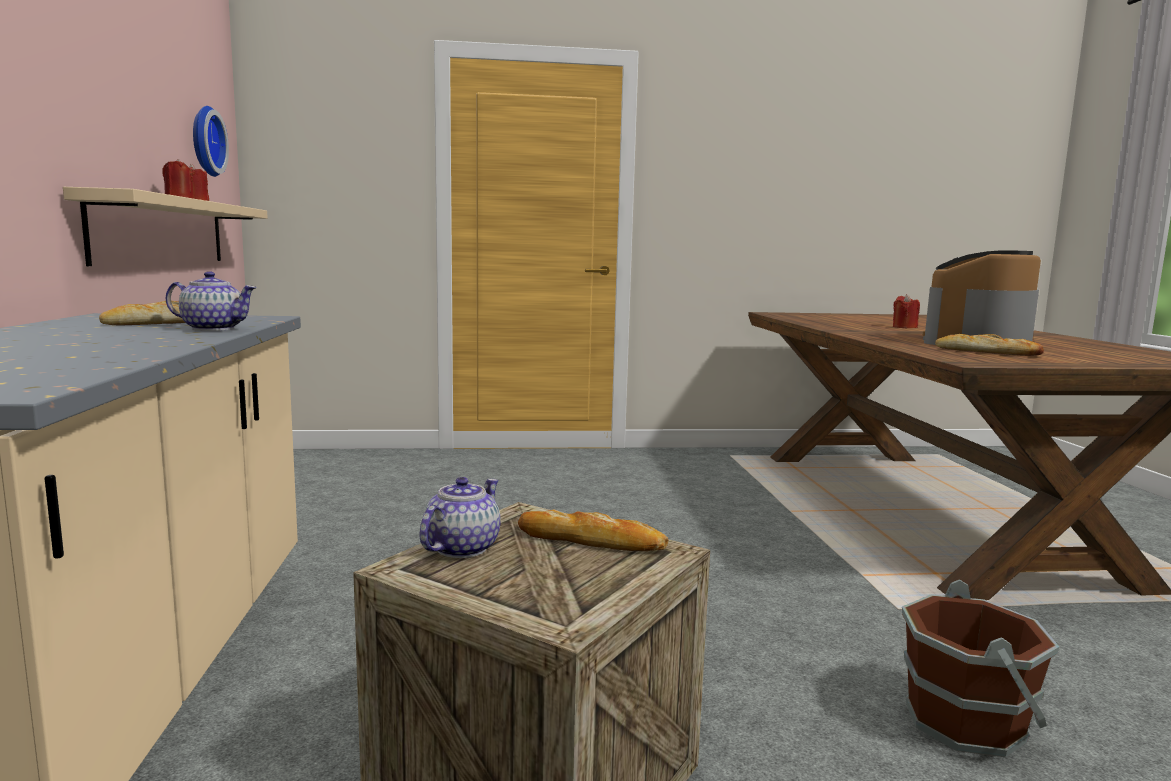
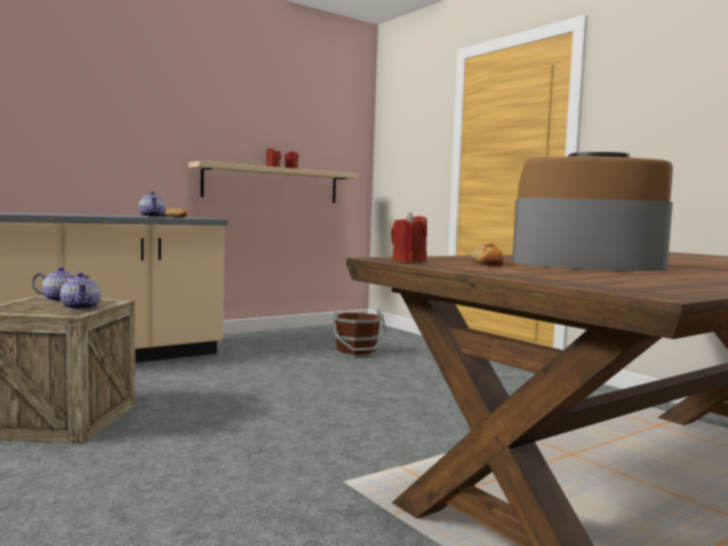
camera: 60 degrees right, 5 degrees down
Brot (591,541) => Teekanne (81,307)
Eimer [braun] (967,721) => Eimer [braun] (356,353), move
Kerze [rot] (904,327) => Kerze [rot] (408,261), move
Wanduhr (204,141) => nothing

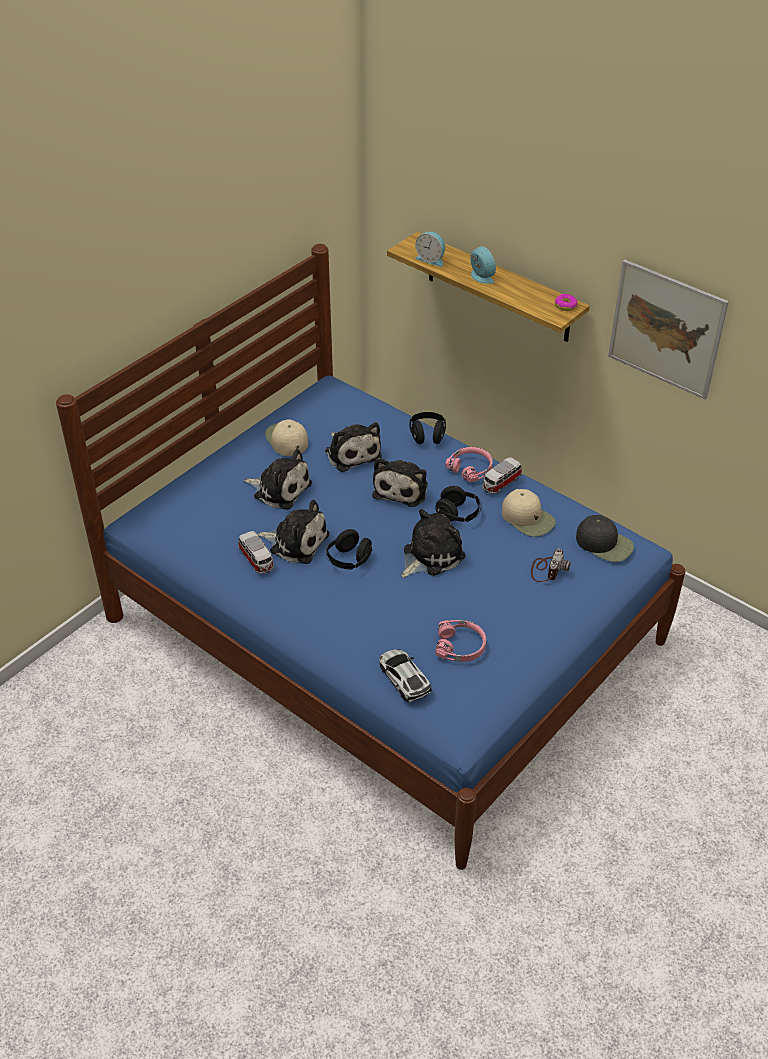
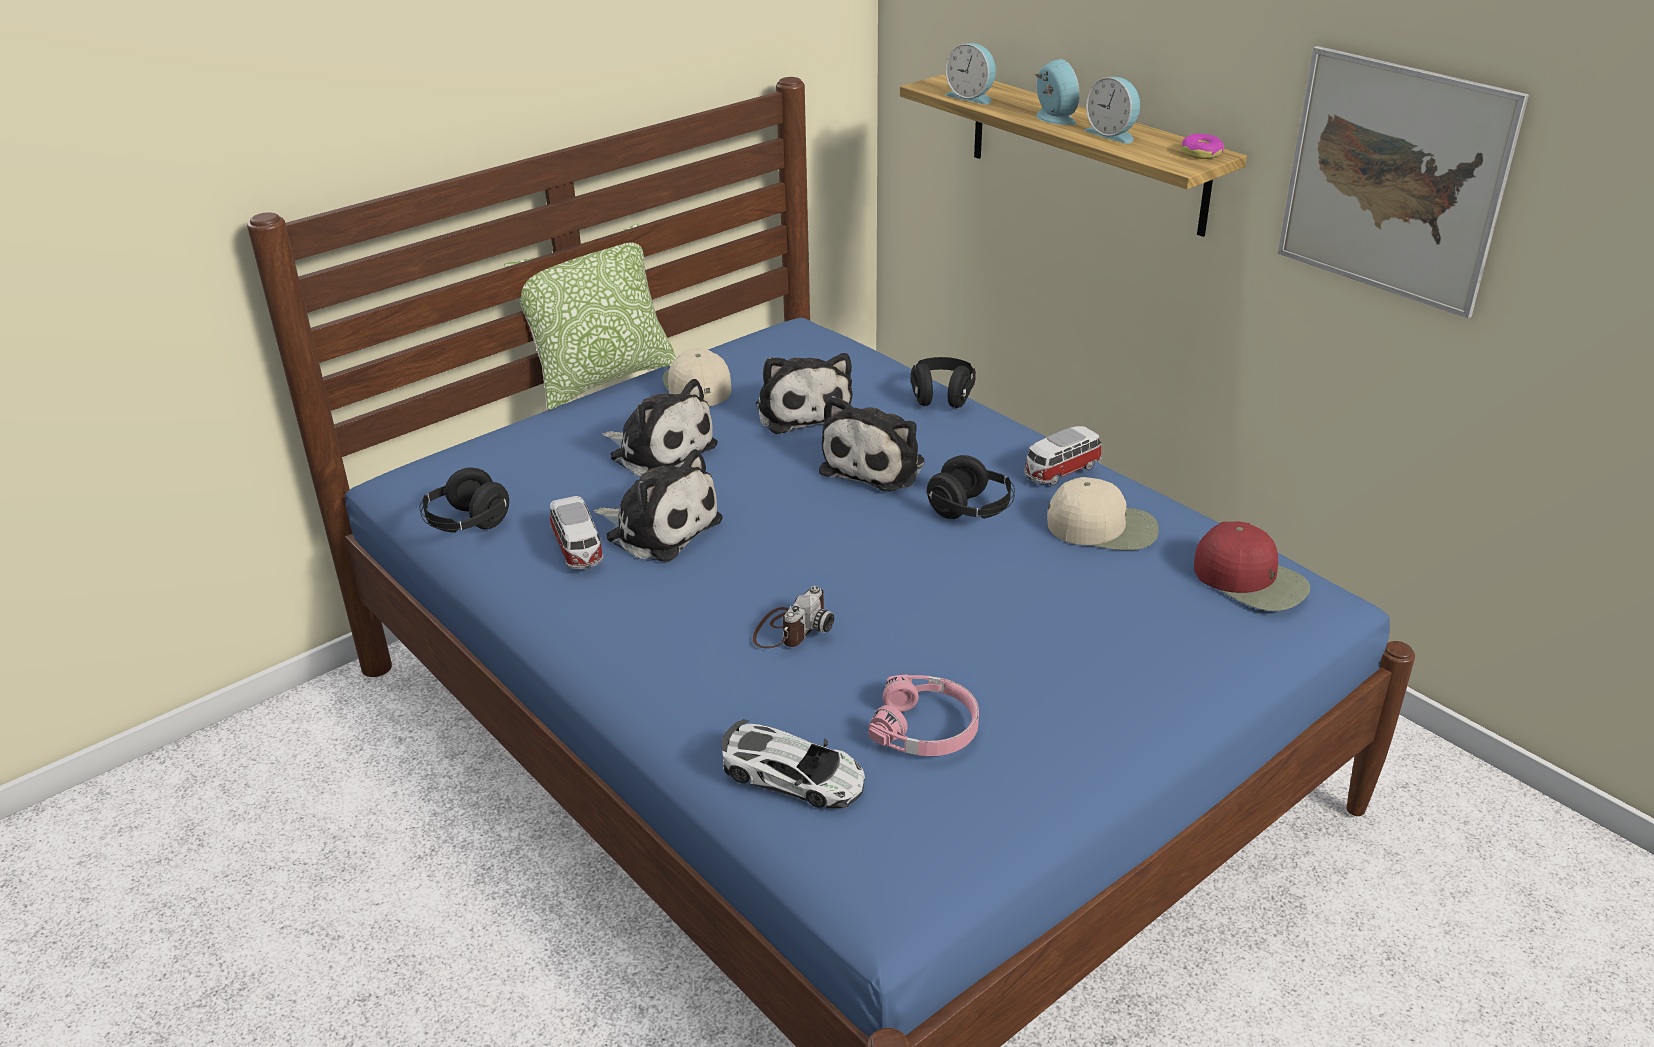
camera: 10 degrees right, 10 degrees down
Kopfhörer [schwarz] (349,560) => Kopfhörer [schwarz] (466,524), move
nothing => Kissen (602,379)
Spielzeugauto (404,678) => Spielzeugauto (794,776), 135 degrees clockwise
Kamera (547,569) => Kamera (791,629), move
Kappe [beige] (528,518) => Kappe [beige] (1103,527), 45 degrees counterclockwise
nothing => Wecker (1113,134)
Kappe [schwarz] (604,543) => Kappe [rot] (1251,580)
Plüschtier (430,555) => nothing
Kopfhörer [rosa] (471,468) => nothing

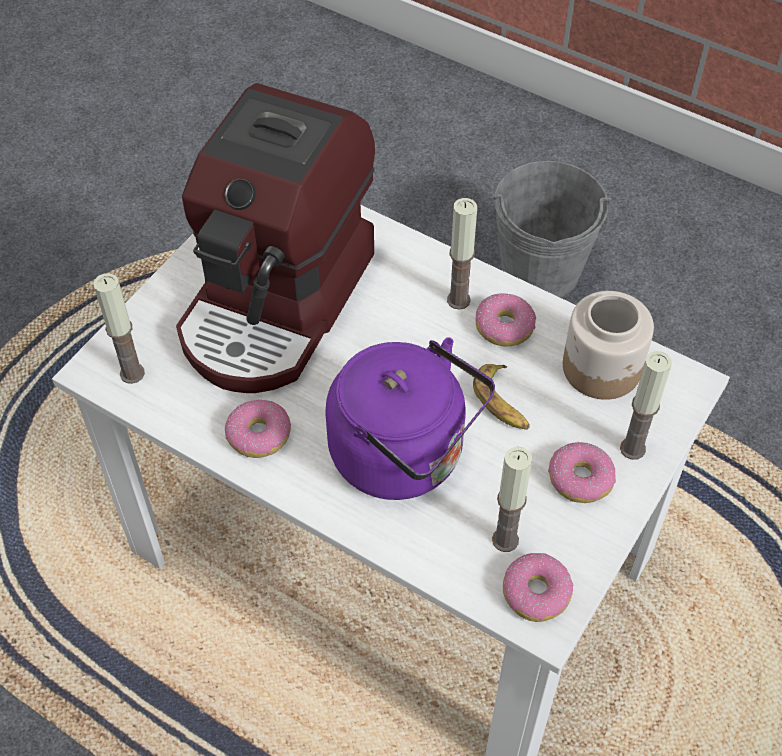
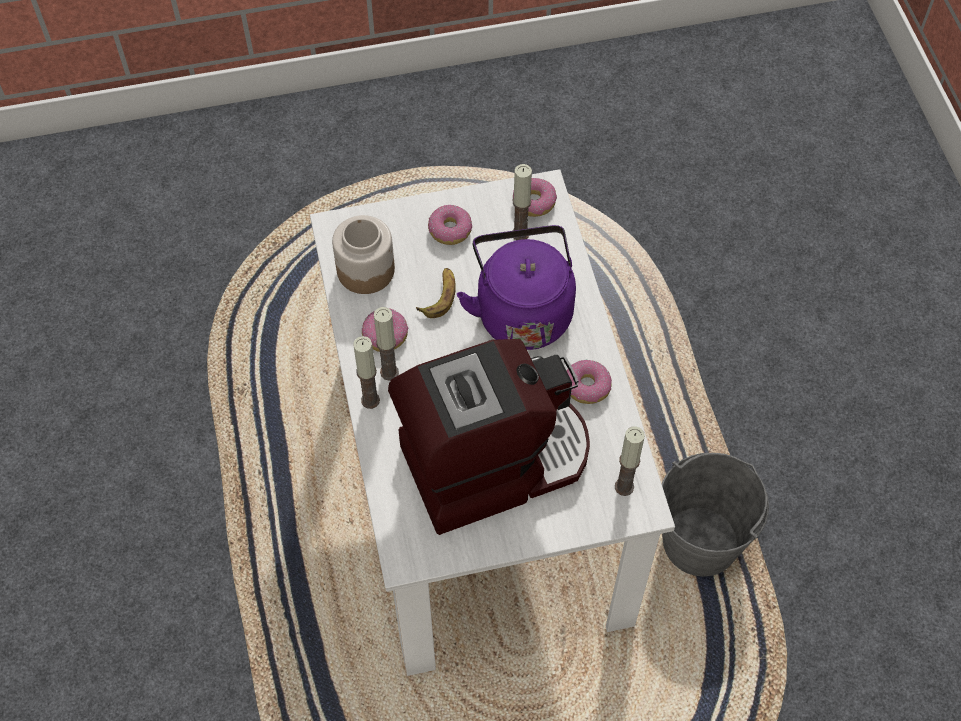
camera: 135 degrees left, 5 degrees up
Kerze (632,448) => Kerze (370,400), move
Eimer [grau] (540,270) => Eimer [grau] (700,541), move

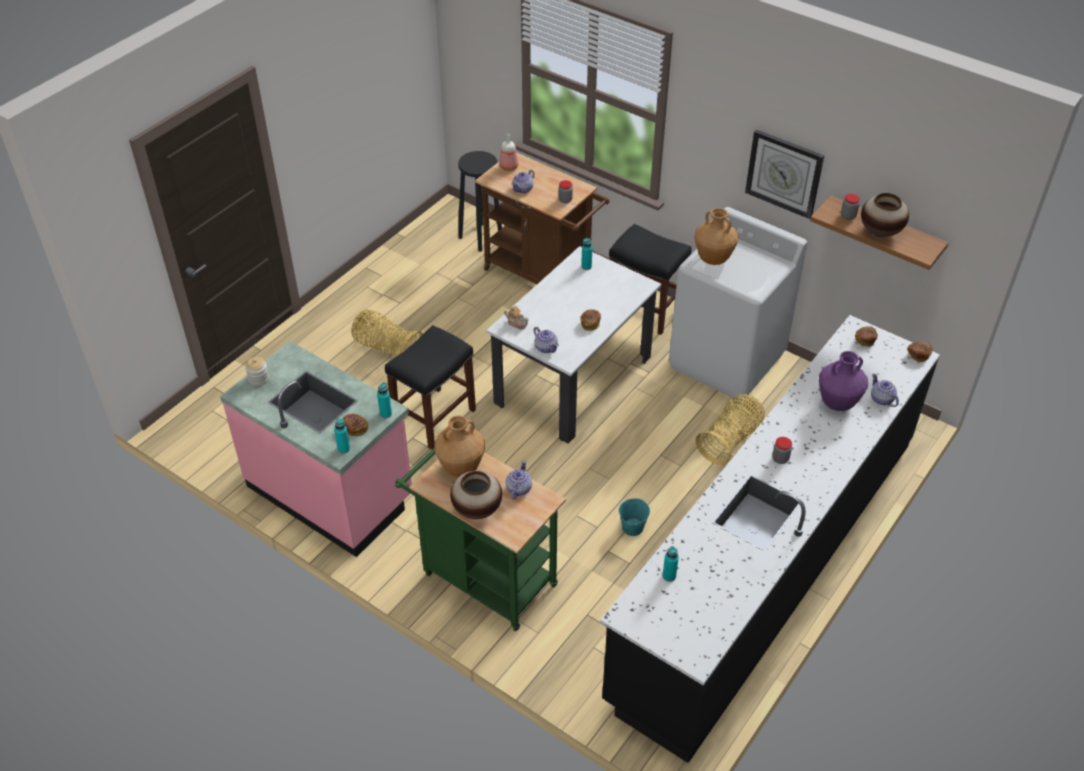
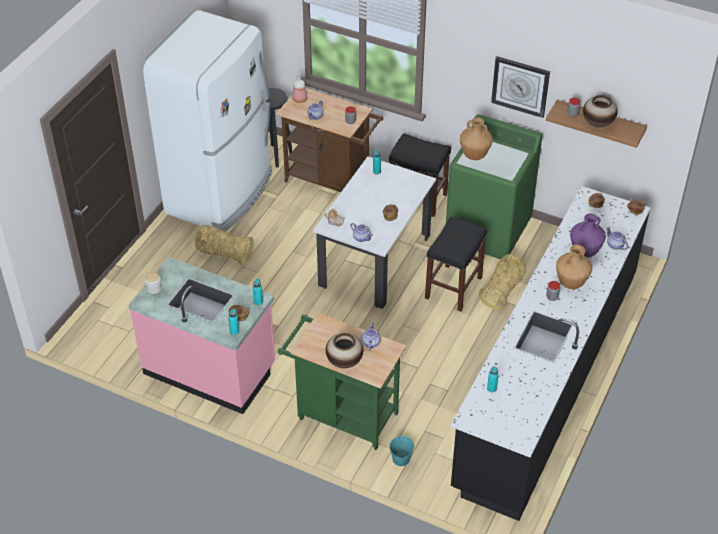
camera: 10 degrees left, 0 degrees up
nothing => Kühlschrank [weiß] (221,193)
Eimer [türkis] (632,527) => Eimer [türkis] (401,459), move
Hocker [schwarz] (434,419) => Hocker [schwarz] (453,288), move
Waschmaschine [weiß] (727,360) => Waschmaschine [grün] (488,230)
Vase [braun] (461,468) => Vase [braun] (571,283), move

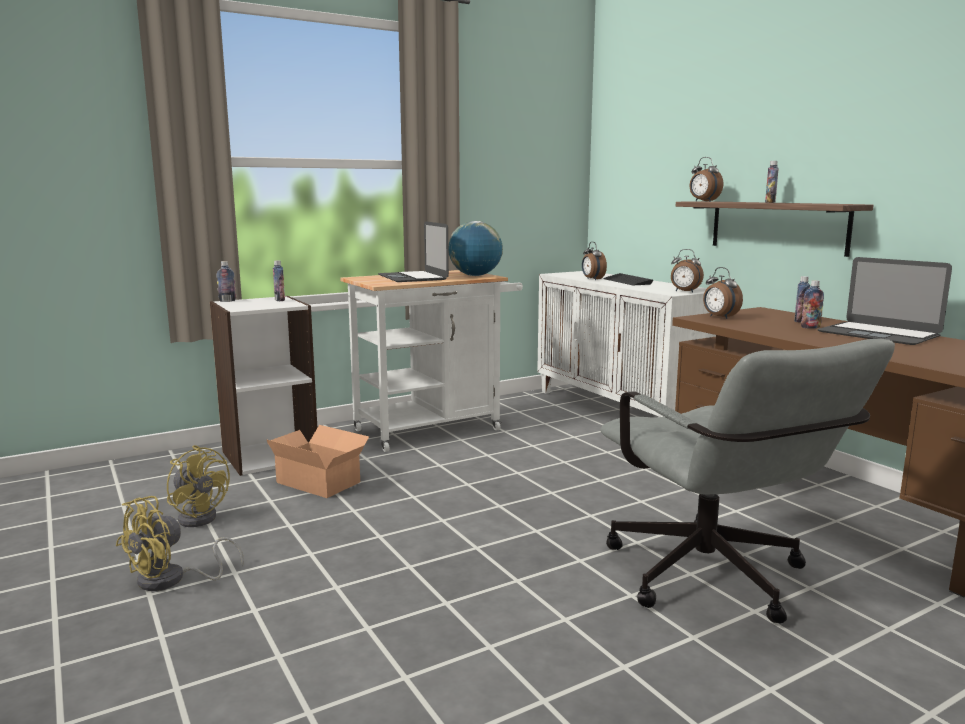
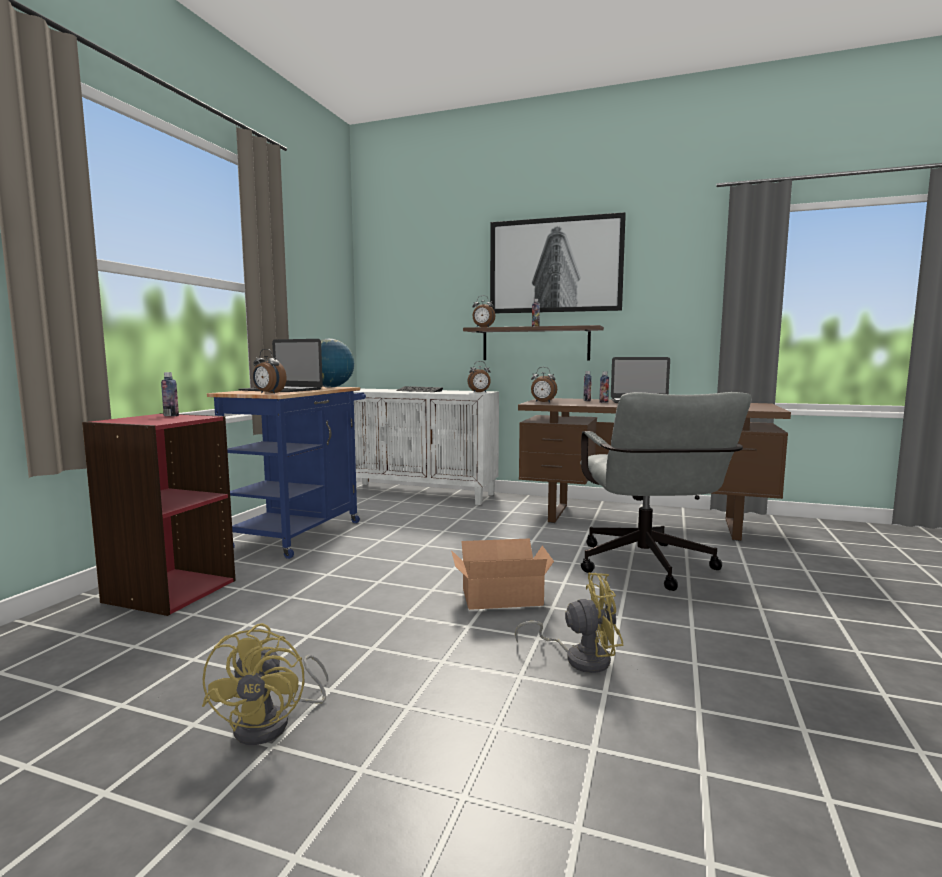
camera: 40 degrees left, 5 degrees down
Bücherregal [weiß] (269,455) => Bücherregal [rot] (170,591)
Rollwagen [weiß] (435,428) => Rollwagen [blau] (301,532)
Wecker (592,279) => Wecker (268,393), move
Karton (319,481) => Karton (499,595), move
nothing => Bild (555,265)
Ventilator [gelb] (200,516) => Ventilator [gelb] (579,658), move
Bürostuhl [grau] (716,582) => Bürostuhl [grau] (648,569), 60 degrees clockwise
Flasche (227,301) => nothing

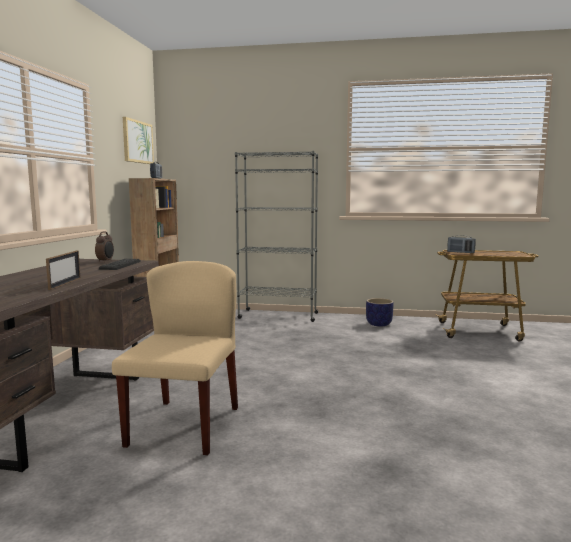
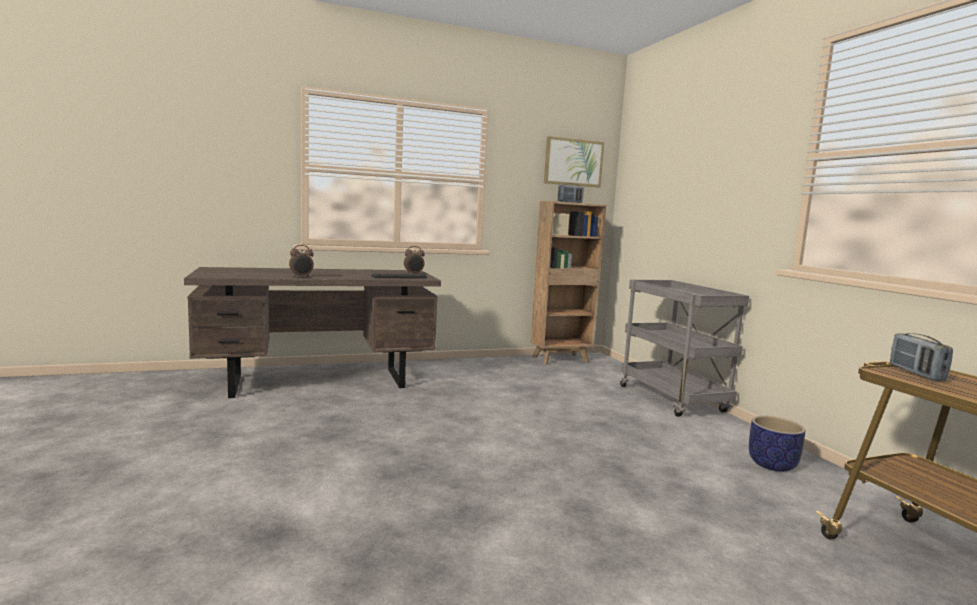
camera: 60 degrees right, 0 degrees up
Bilderrahmen (65,283) => Wecker (301,276)
Bücherregal [grau] (278,315) => Rollwagen [grau] (674,400)
Stuhl [beige] (184,425) => nothing

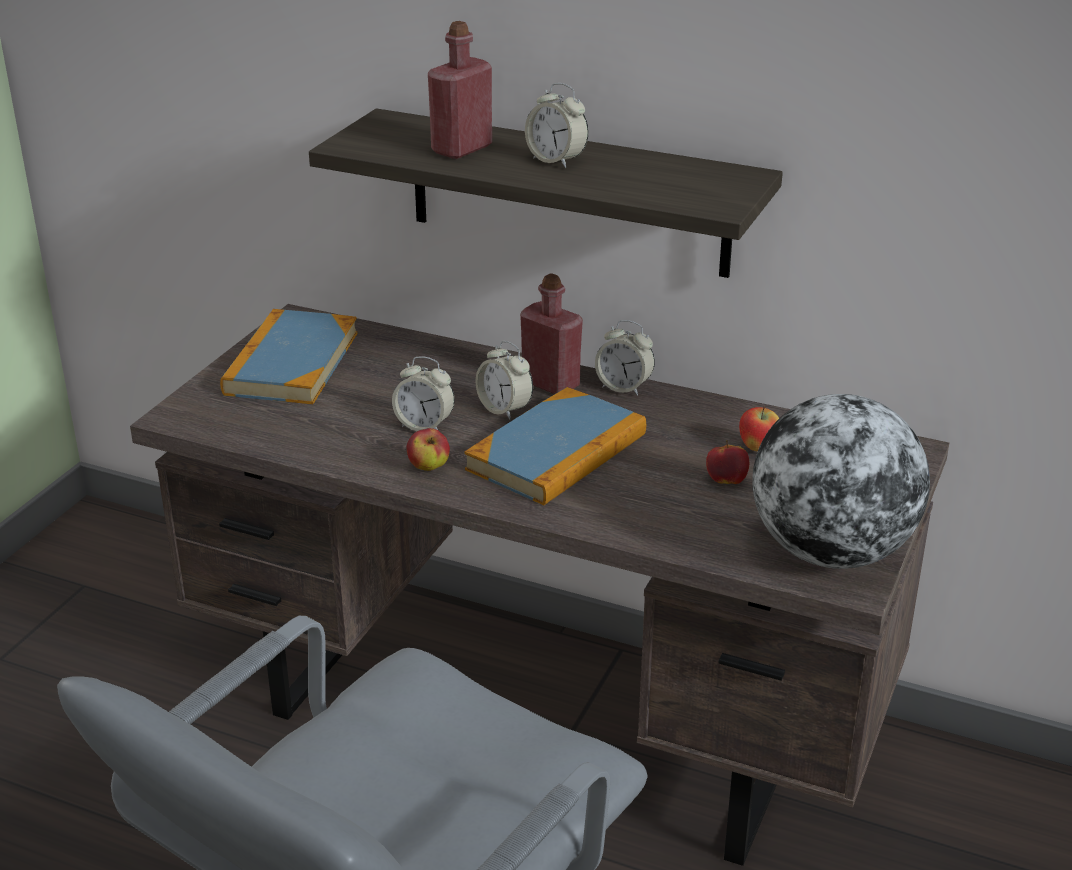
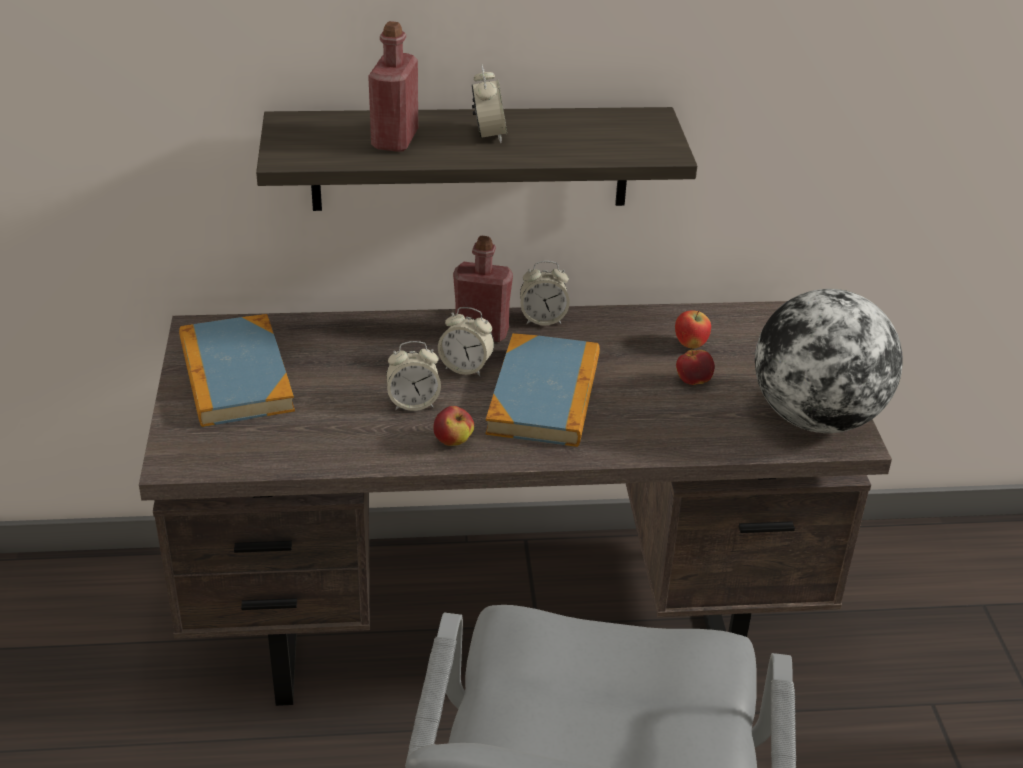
camera: 30 degrees left, 5 degrees up
Wecker (556,160) => Wecker (489,135), 105 degrees counterclockwise

